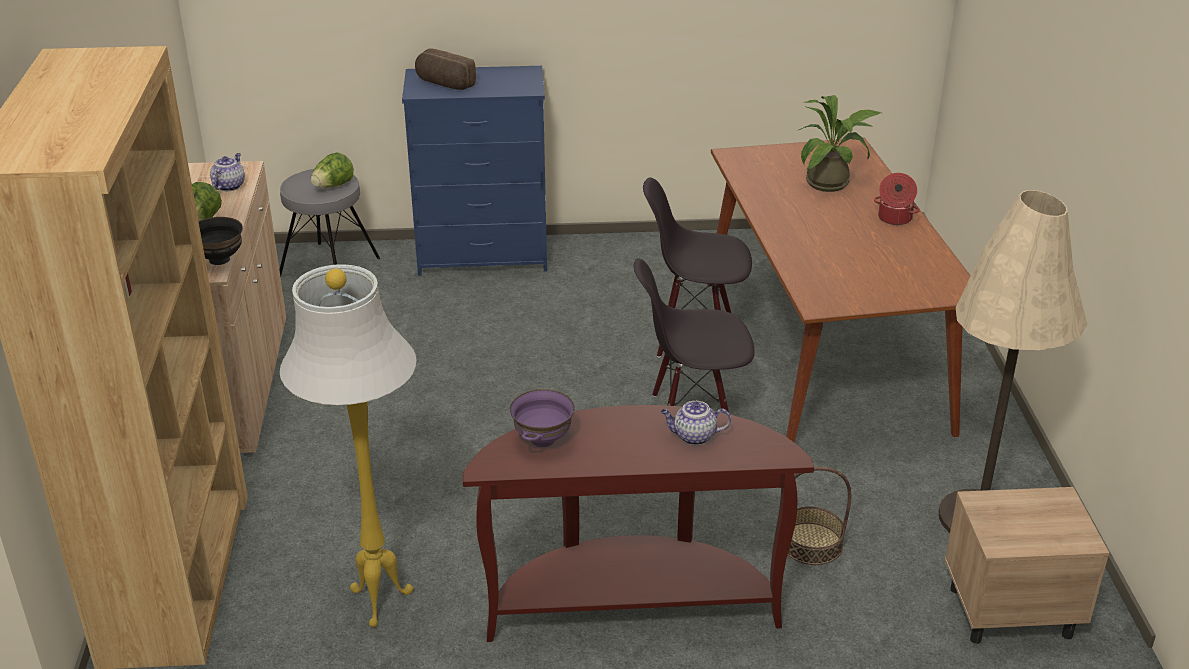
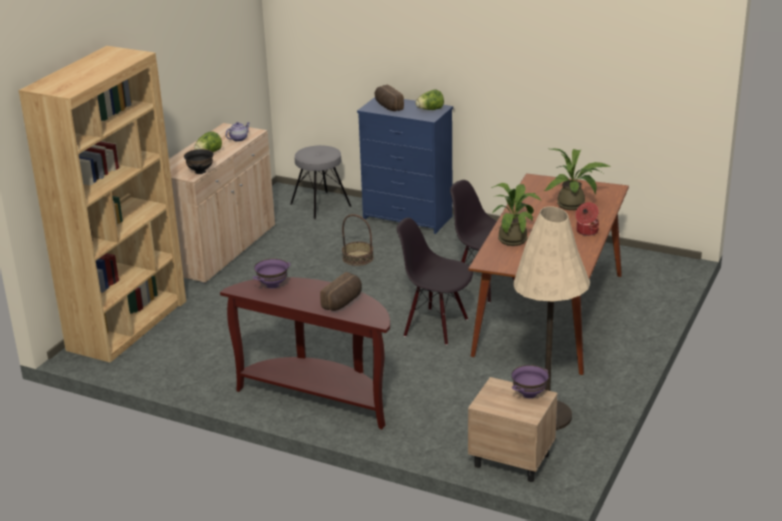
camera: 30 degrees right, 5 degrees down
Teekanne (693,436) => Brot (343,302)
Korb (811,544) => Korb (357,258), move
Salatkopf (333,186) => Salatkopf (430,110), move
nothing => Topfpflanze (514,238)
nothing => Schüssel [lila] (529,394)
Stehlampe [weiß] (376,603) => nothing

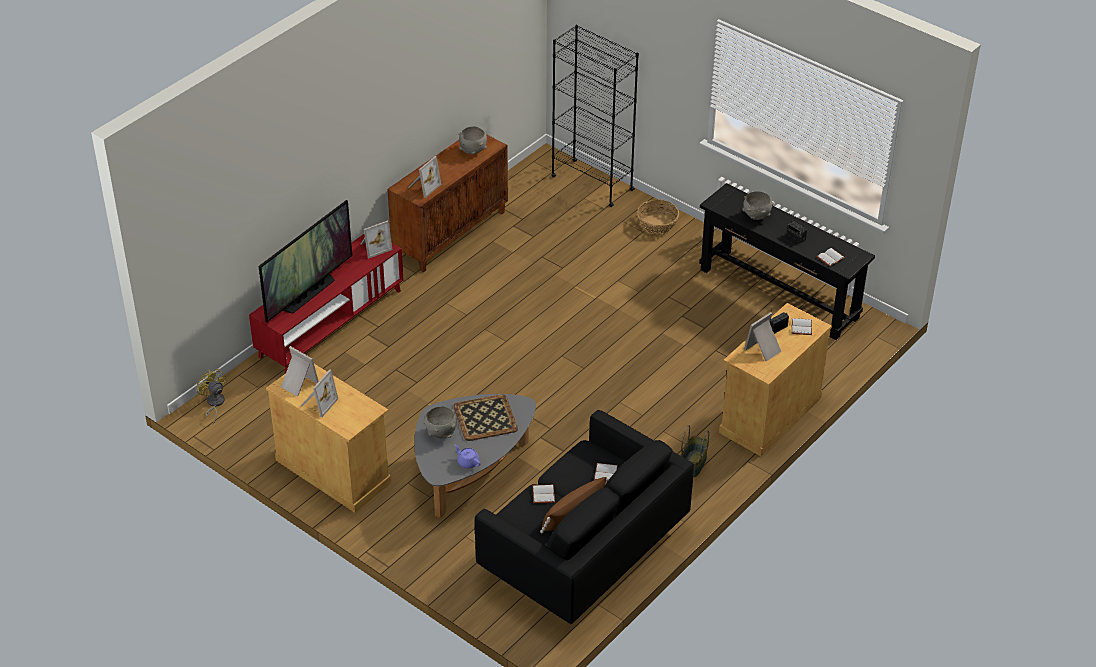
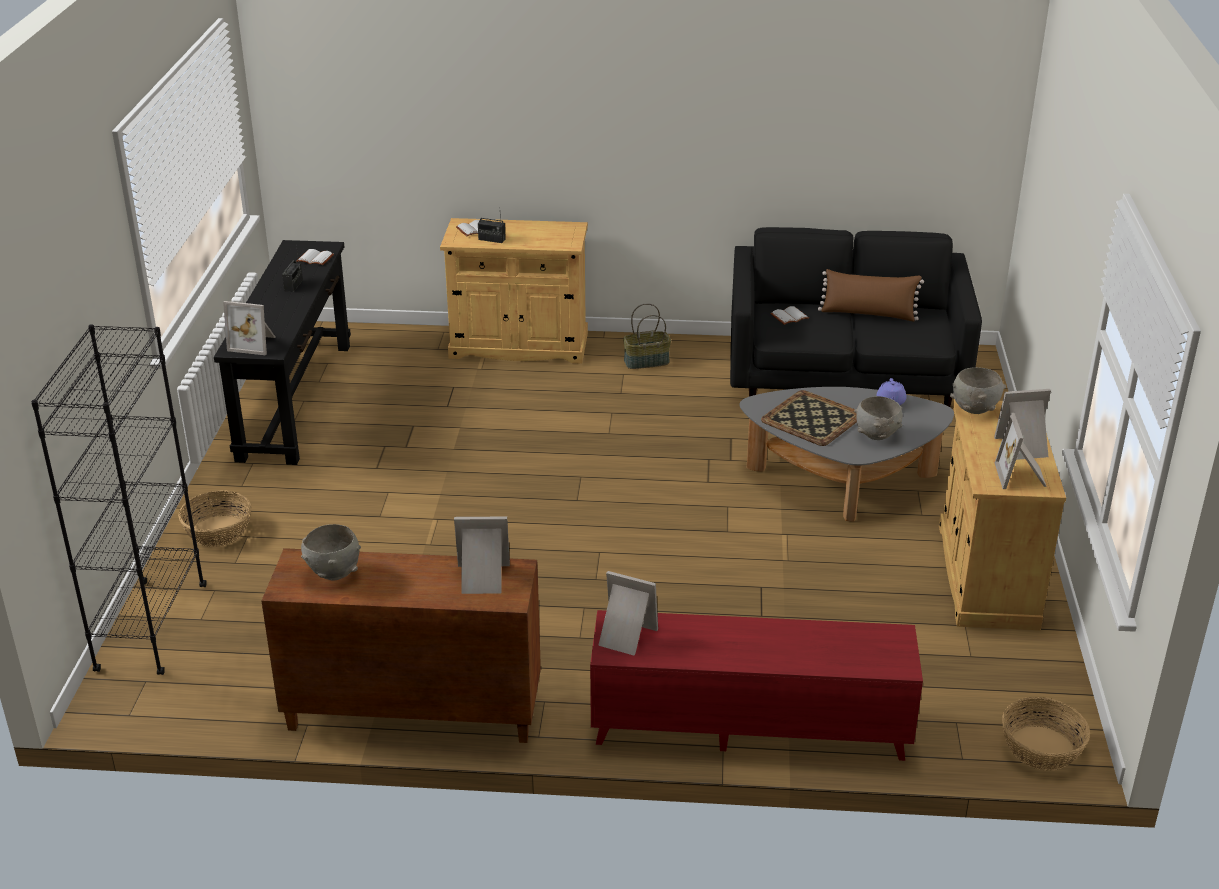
camera: 125 degrees left, 10 degrees down
Bilderrahmen (764,350) => Bilderrahmen (254,344), move
Schüssel [grau] (756,216) => Schüssel [grau] (974,409), move
Ventilator [gelb] (214,404) => Korb (1041,748)
Fernseher (309,294) => nothing
Buch [weiß] (542,494) => nothing

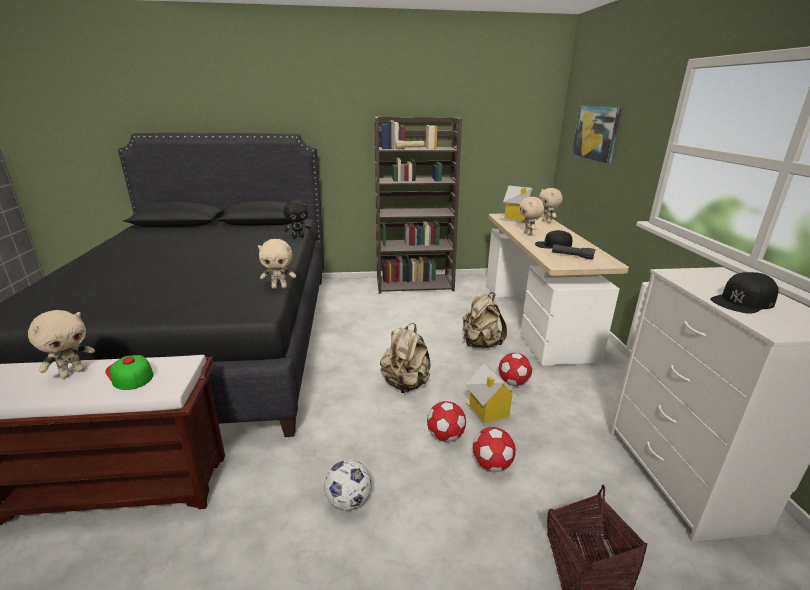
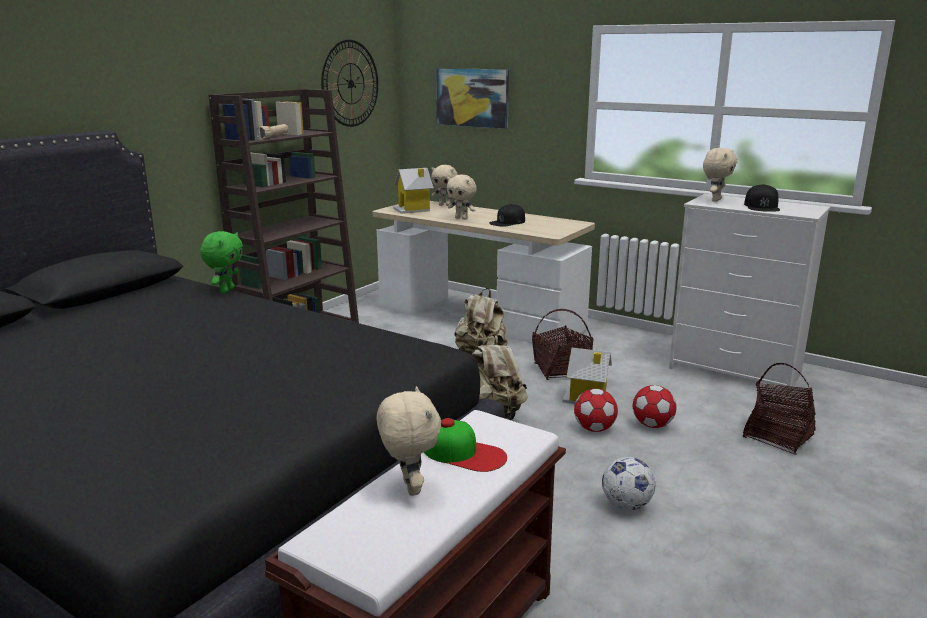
camera: 50 degrees left, 5 degrees down
Plüschtier [schwarz] (298,237) => Plüschtier [grün] (226,290)
nothing => Wanduhr (350,83)
Kappe (129,373) => Kappe (464,453), 150 degrees counterclockwise
Fußball (513,382) => Korb (561,371)
Plüschtier [beige] (279,287) => Plüschtier [beige] (715,200), move
Taschenlampe [schwarz] (572,256) => nothing

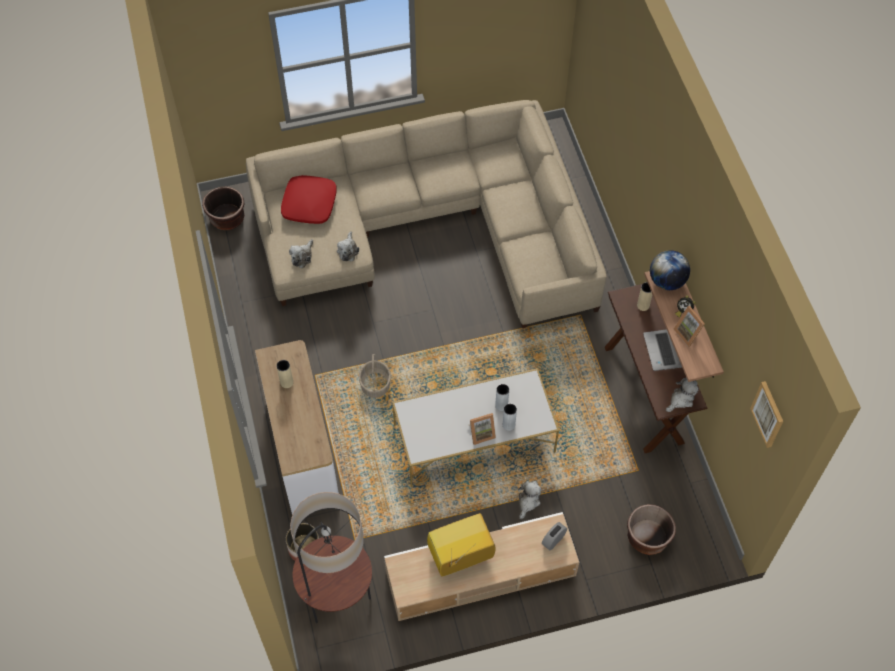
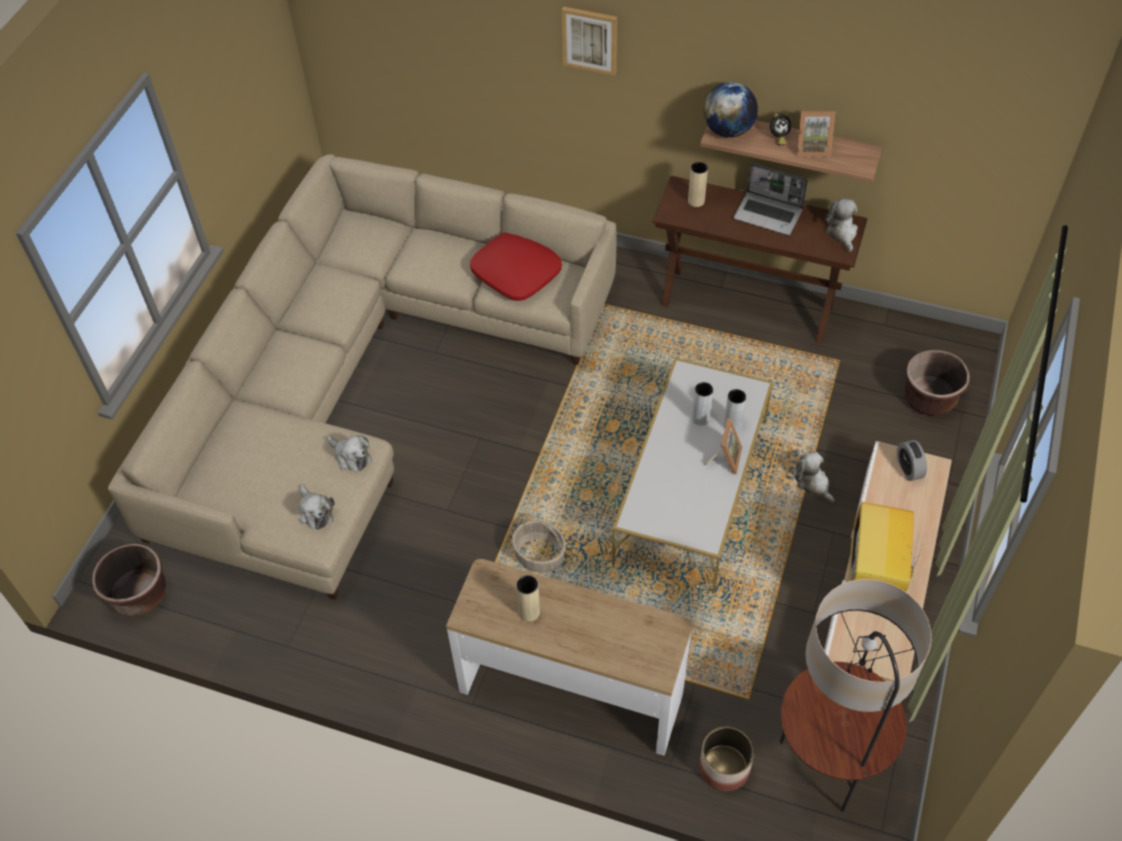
camera: 55 degrees left, 5 degrees down
Kissen [rot] (310,204) => Kissen [rot] (517,272), move
Bild (768,414) => Bild (590,40), move

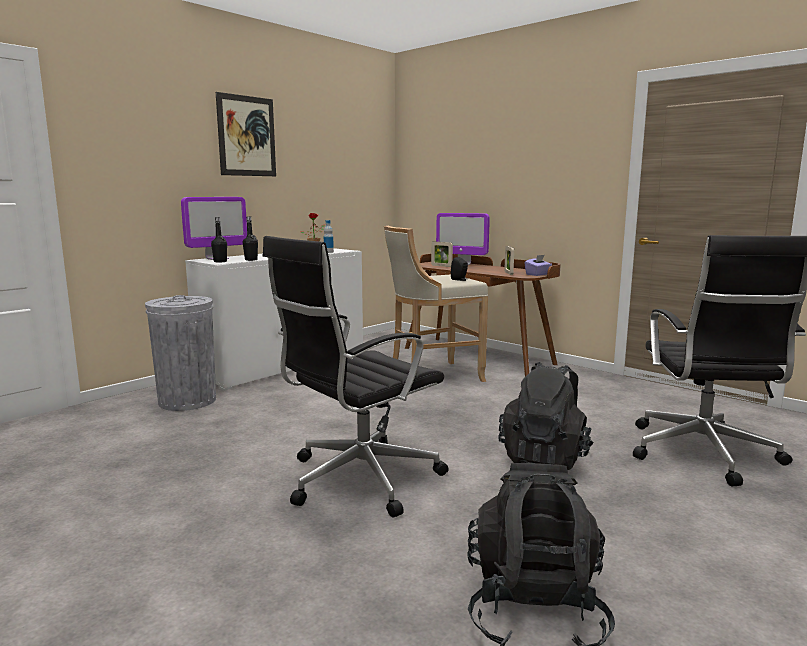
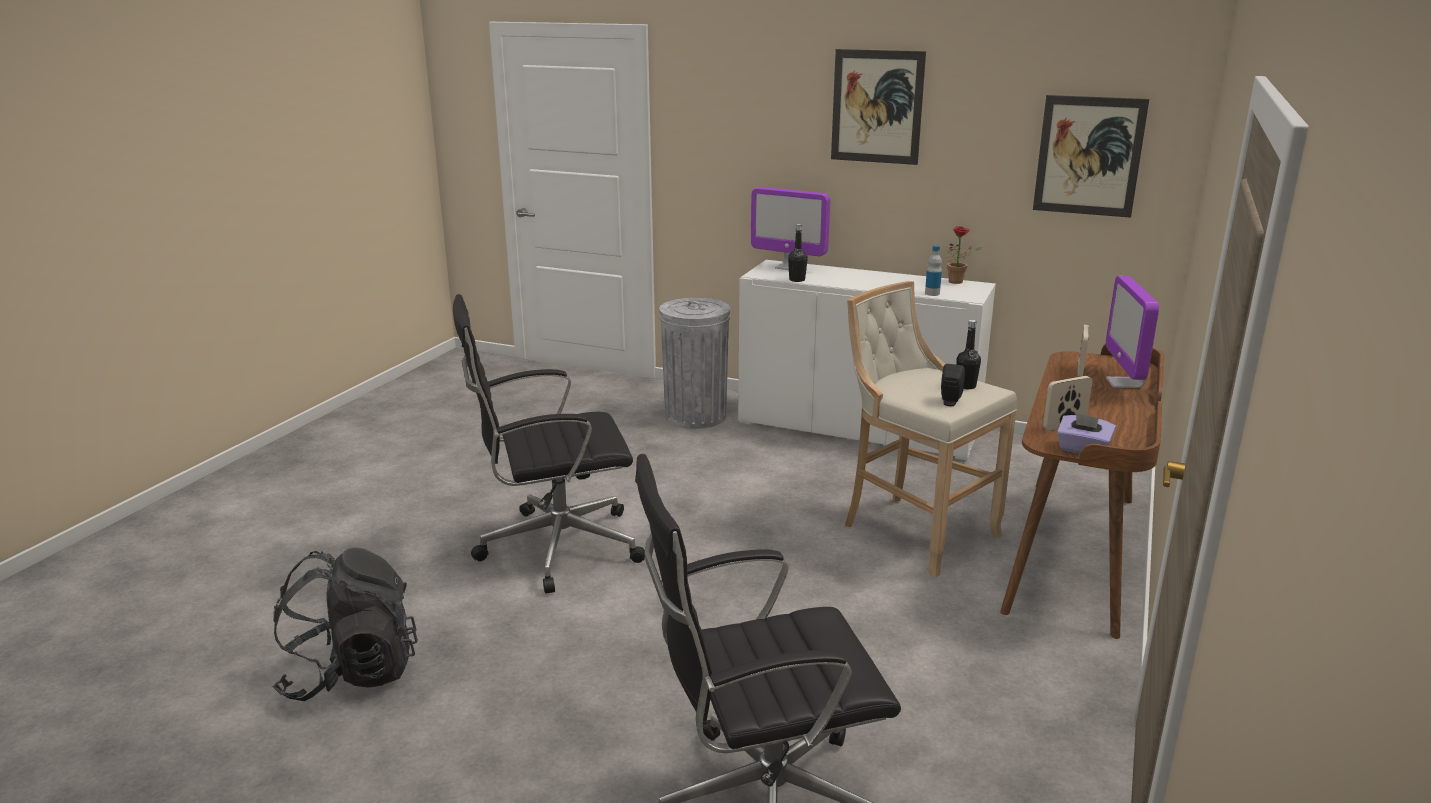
camera: 70 degrees right, 10 degrees up
Bürostuhl [schwarz] (358,479) => Bürostuhl [schwarz] (555,547), 45 degrees counterclockwise
Flasche [schwarz] (220,261) => Flasche [schwarz] (966,386), move
nothing => Bild (1088,156)
Rucksack [schwarz] (545,460) => nothing

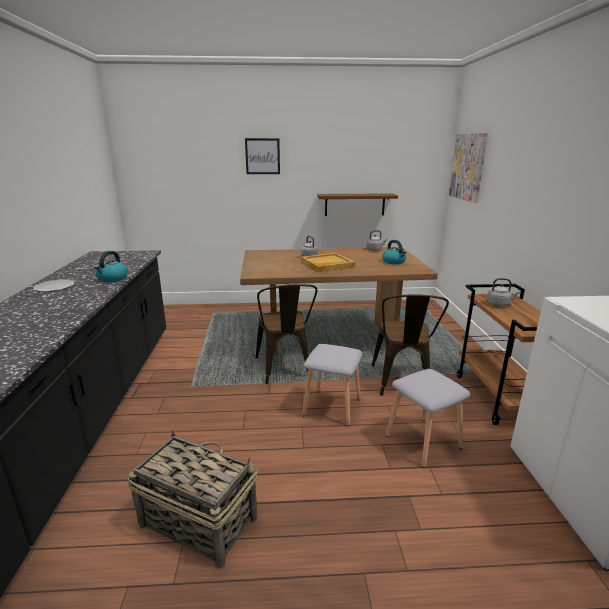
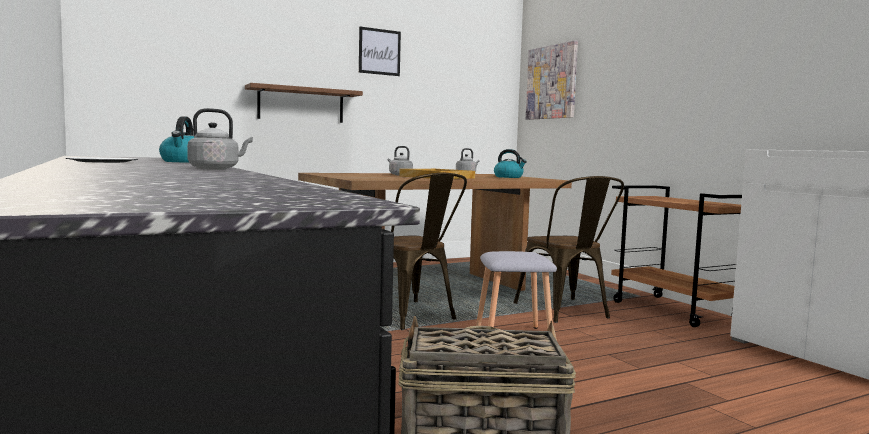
camera: 25 degrees left, 15 degrees down
Wasserkessel [grau] (499,304) => Wasserkessel [grau] (216,169), move
Wandregal [braun] (354,204) => Wandregal [braun] (301,105), move
Bild (262,156) => Bild (379,52), move
Hocker [grau] (424,442) => nothing

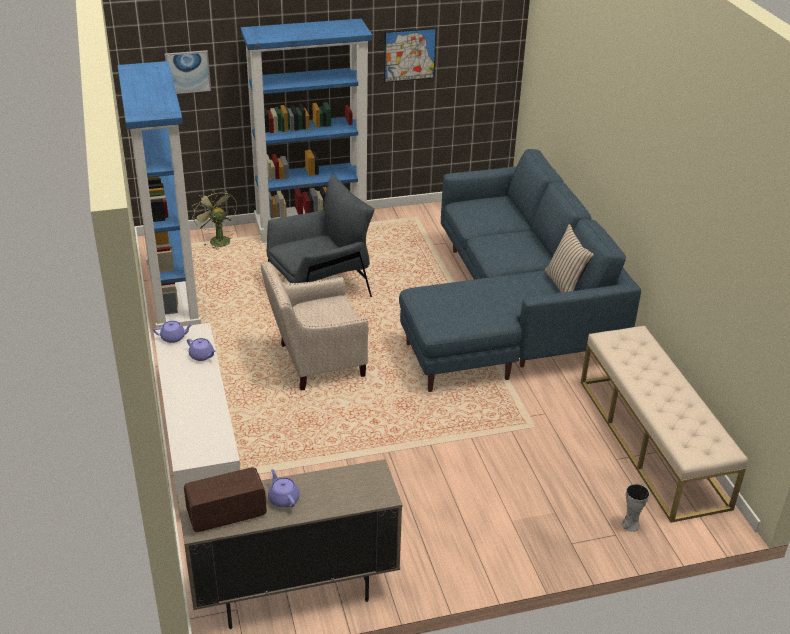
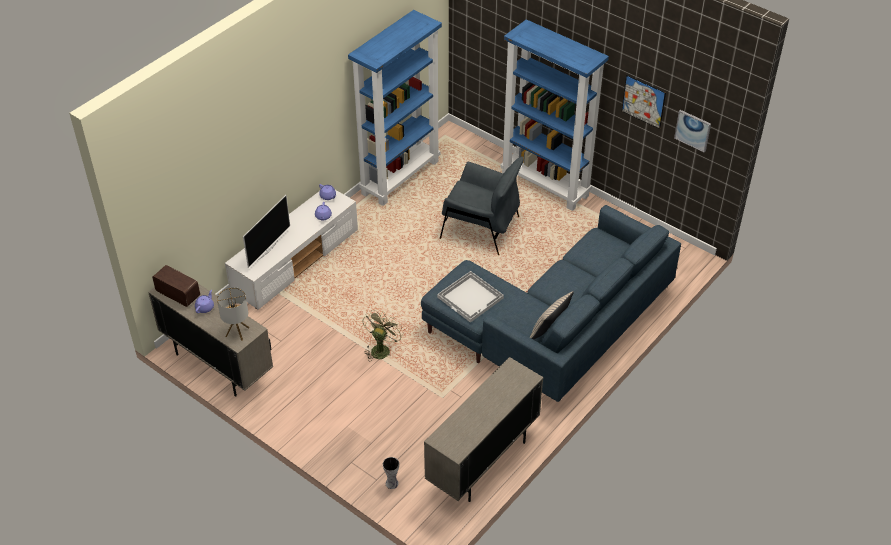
camera: 55 degrees right, 10 degrees up
nothing => Tischlampe (237,332)
nothing => Fernseher (267,249)
Ventilator [grün] (217,240) => Ventilator [grün] (381,348), move
Bank [beige] (652,442) => Schrank [beige] (482,462)
nothing => Tablett [weiß] (471,297)
Bild (188,71) => Bild (693,130), move
Sessel [beige] (315,361) => nothing

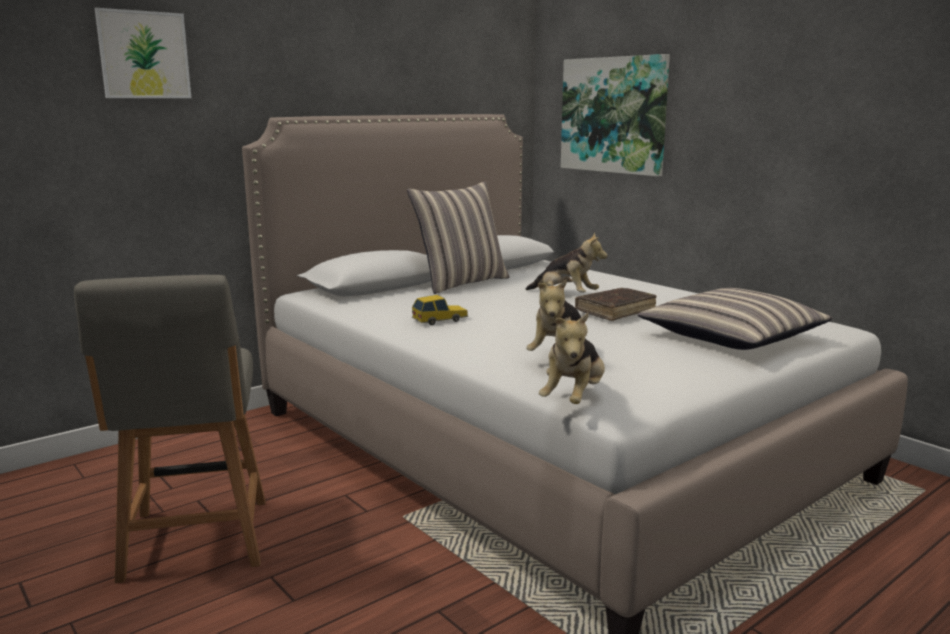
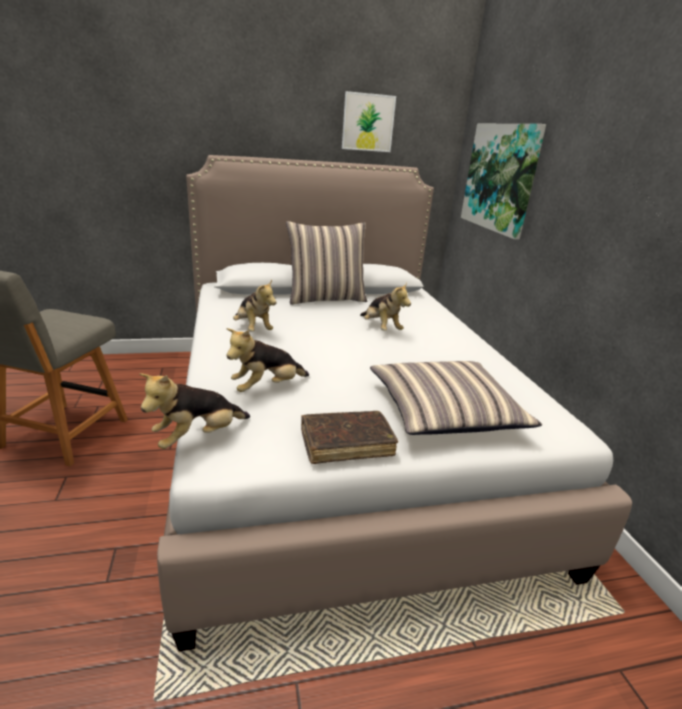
camera: 25 degrees right, 10 degrees up
Spielzeugauto (440,320) => Plüschtier (253,328)
Buch [braun] (615,311) => Buch [braun] (346,443), move
Bild (144,55) => Bild (368,122), move

